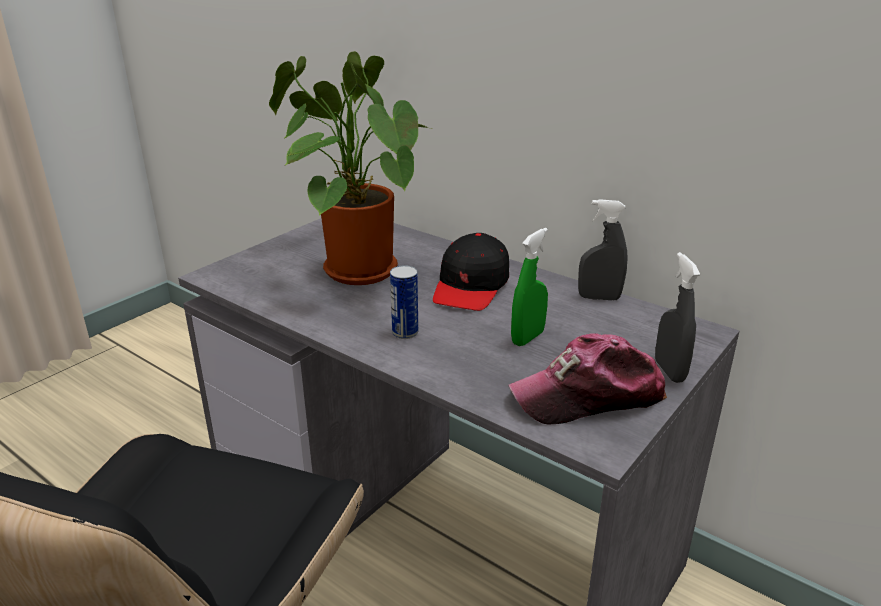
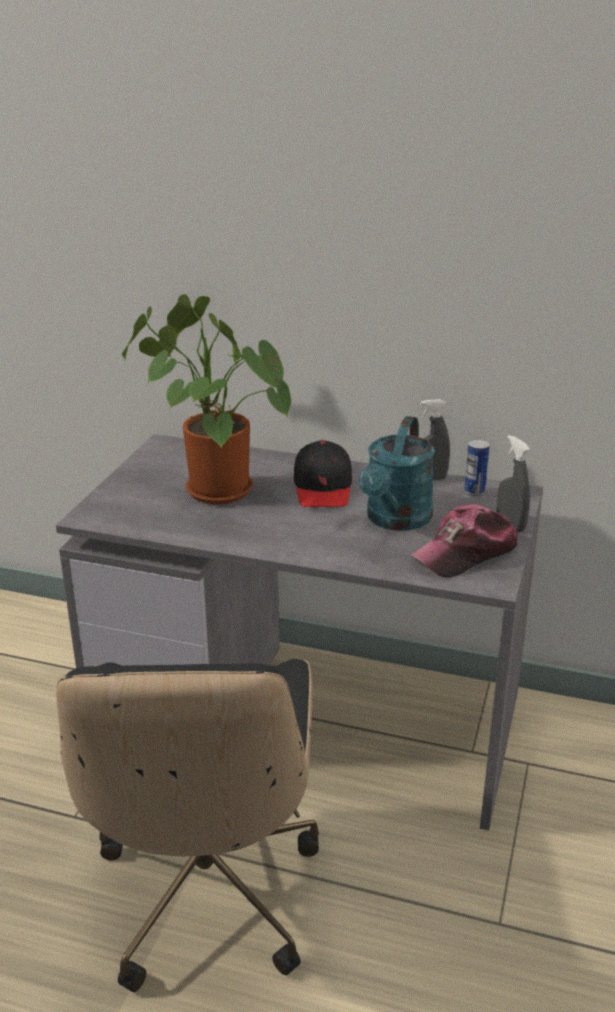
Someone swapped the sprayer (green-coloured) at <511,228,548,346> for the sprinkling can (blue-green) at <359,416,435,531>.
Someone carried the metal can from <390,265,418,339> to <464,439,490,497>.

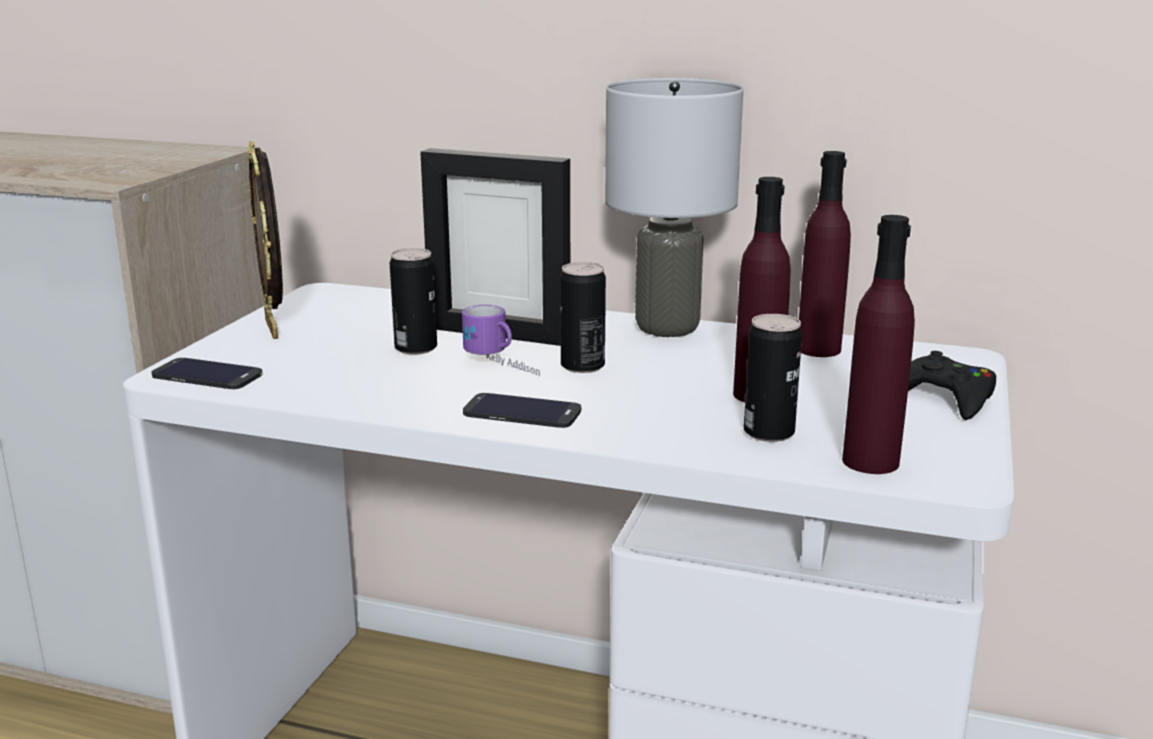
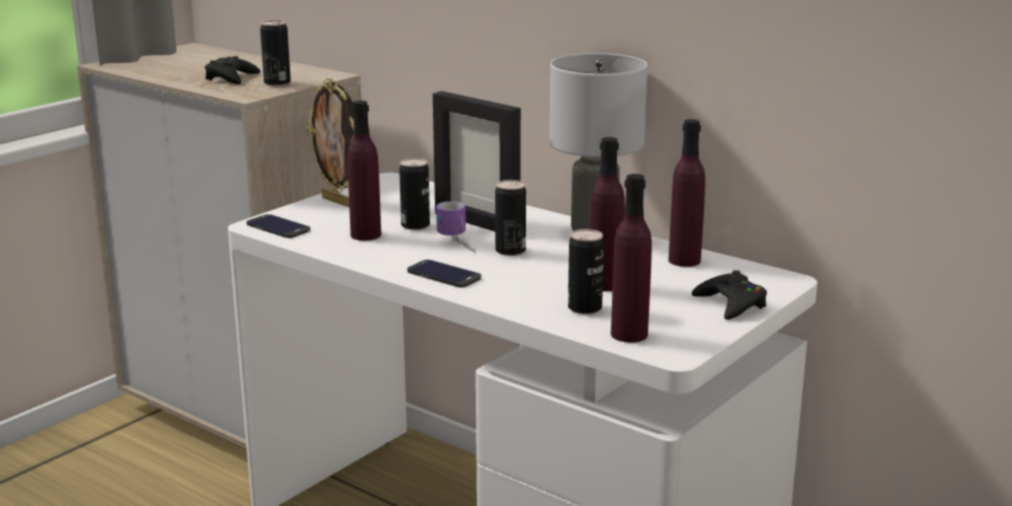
Someone put down the joypad (blackish) at <205,56,261,84>.
Someone put down the metal can at <260,20,291,86>.
Someone rotated the standing frame at <248,141,283,339> by 45 degrees counterclockwise.
Someone put down the bottle (purple) at <347,101,381,241>.

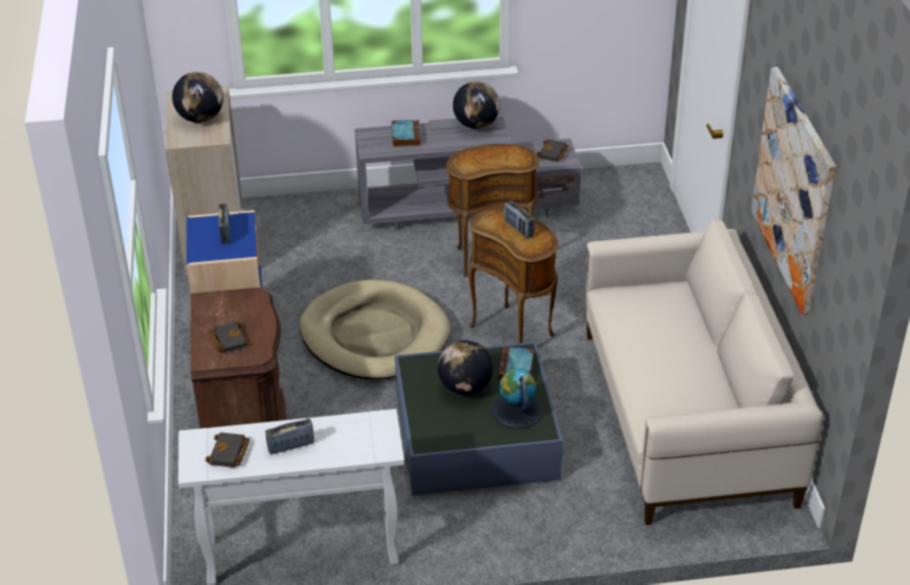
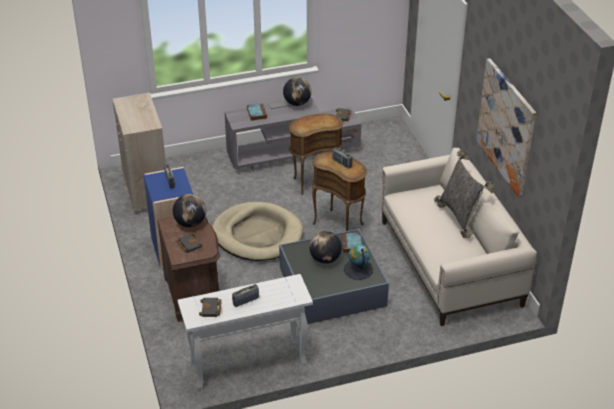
Someone carried the world globe from <172,72,223,123> to <173,194,206,227>.
Someone put down the cushion at <434,150,494,238>.

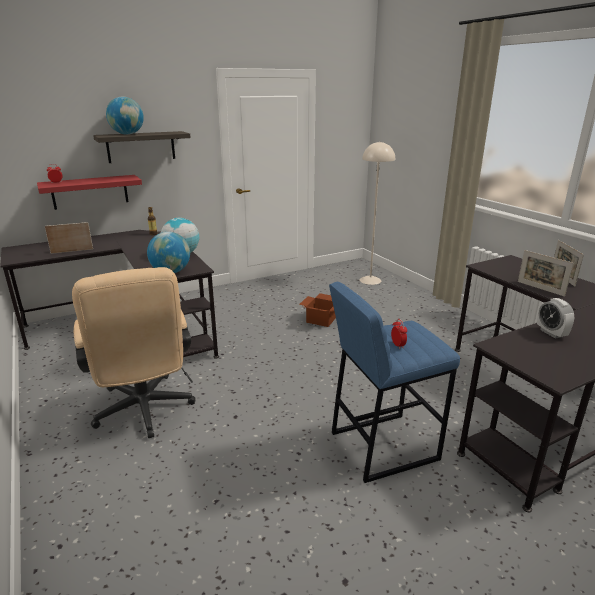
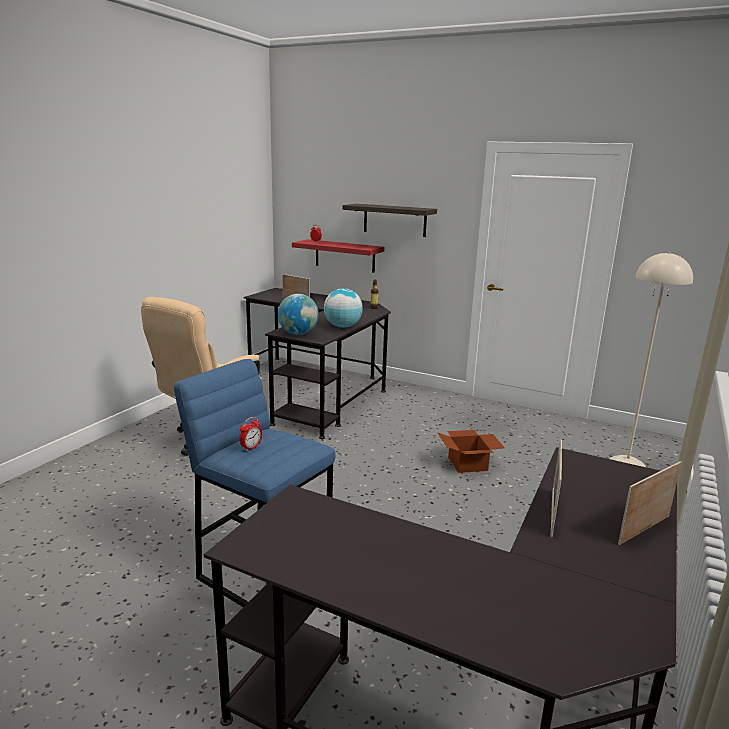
Someone took away the world globe at <106,96,144,135>.
Someone took away the table clock at <537,298,574,339>.

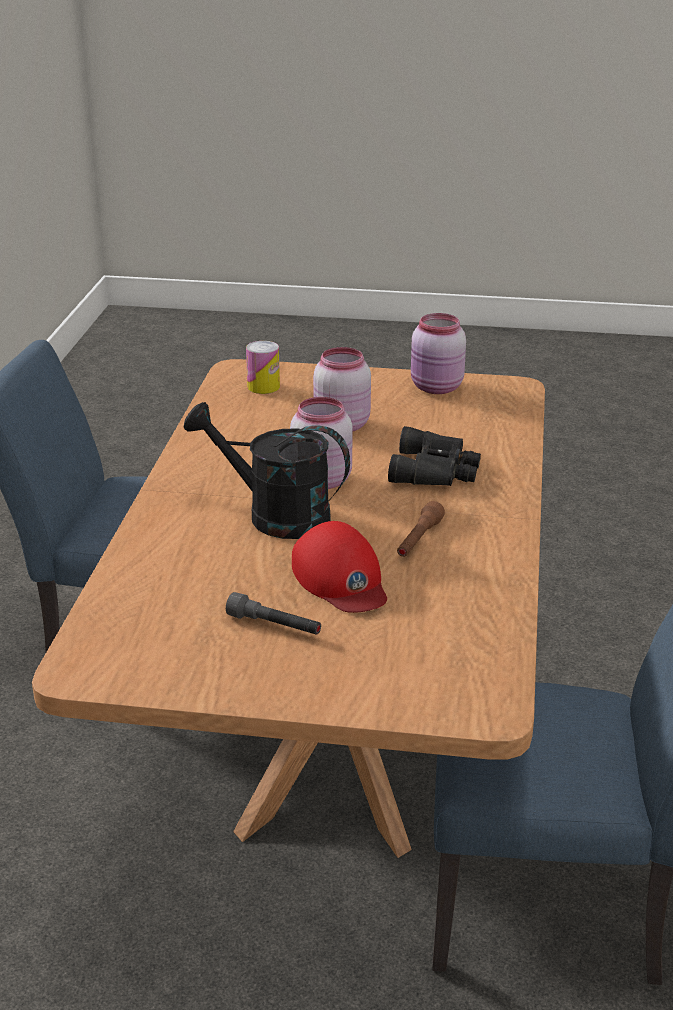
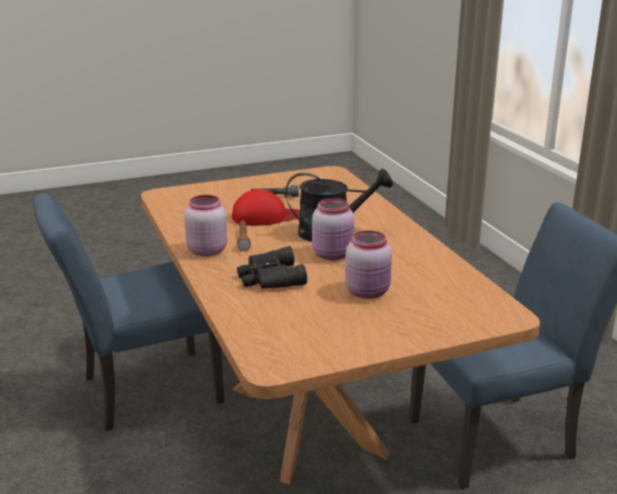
Someone carried the preserve jar (pink-coloured) from <411,313,466,394> to <184,195,227,257>.
Someone rotated the baseball cap (red) at <292,521,387,613> by 135 degrees clockwise.
Someone took away the metal can at <246,341,280,394>.

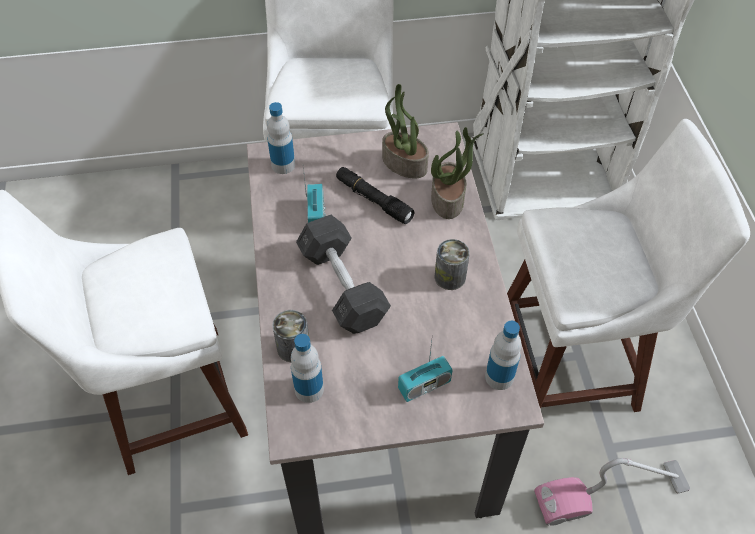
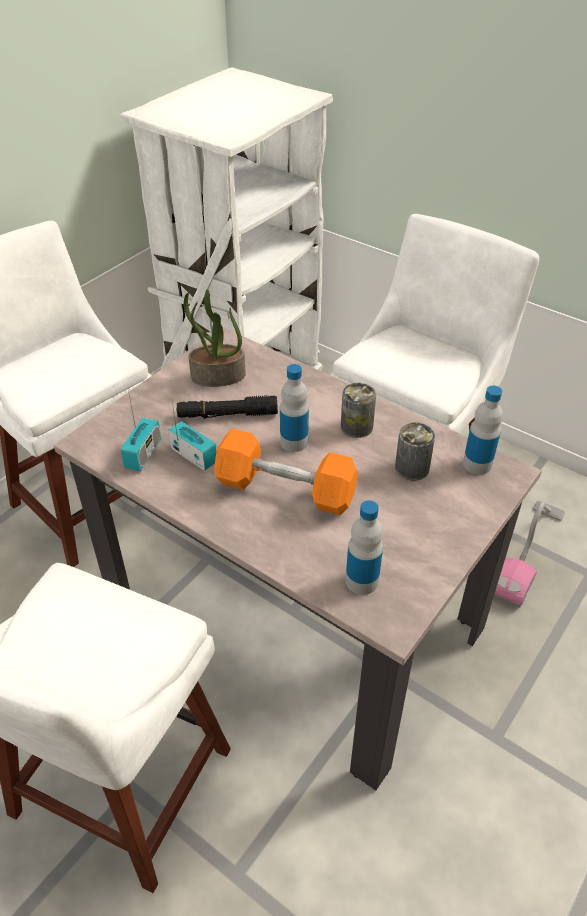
Someone carried the radio set from <398,334,453,402> to <121,390,161,471>.
Someone repainted the dumbbell (grey) at <296,215,391,334>, which became the dumbbell (orange) at <214,428,358,515>.
Someone carried the bottle from <267,102,295,174> to <280,364,309,452>.
Someone carried the metal can from <272,310,309,362> to <395,422,435,480>.
Someone took away the potted plant at <431,127,484,219>.

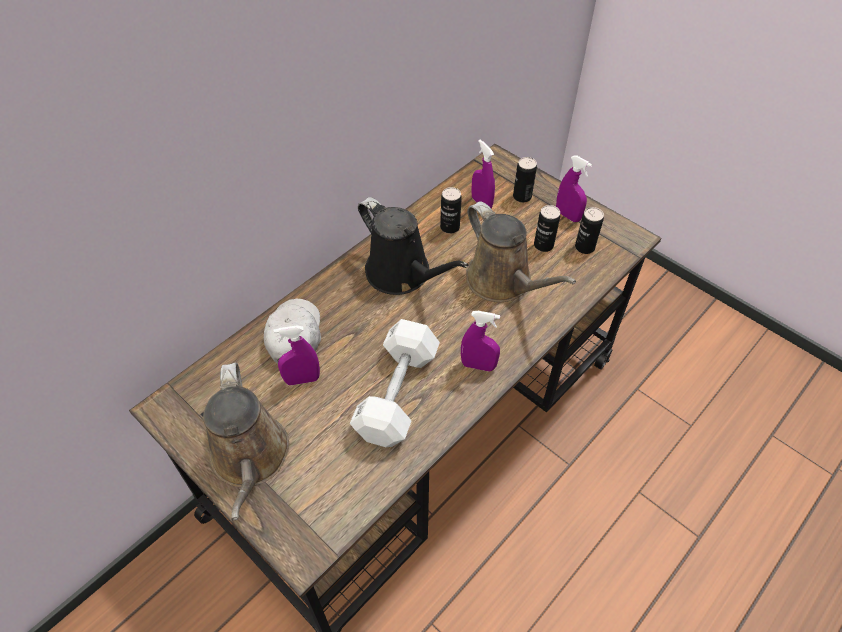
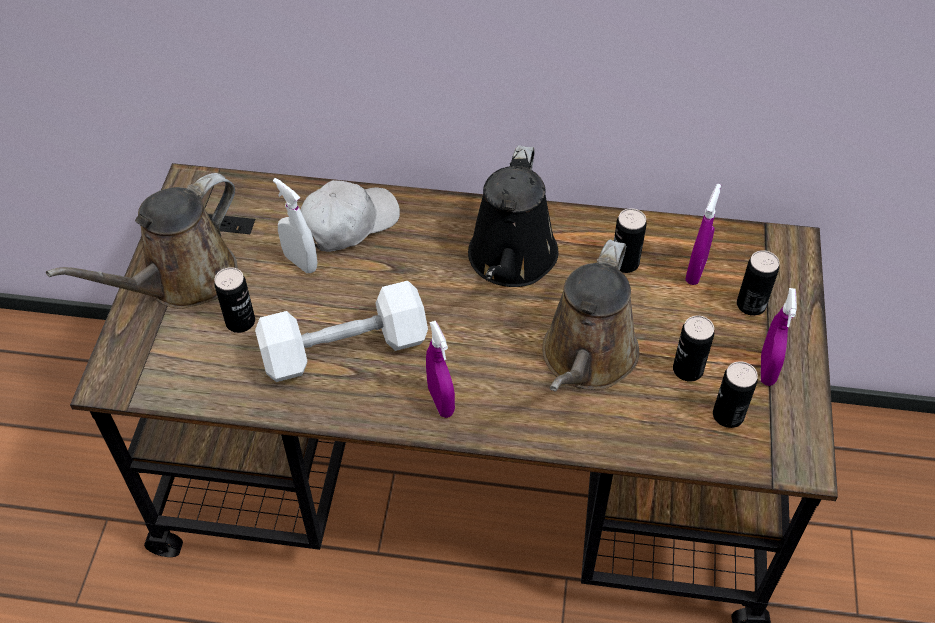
Someone put down the metal can at <214,267,255,333>.
Someone repainted the sprayer (purple) at <274,326,320,385>, which became the sprayer (white) at <273,178,318,273>.

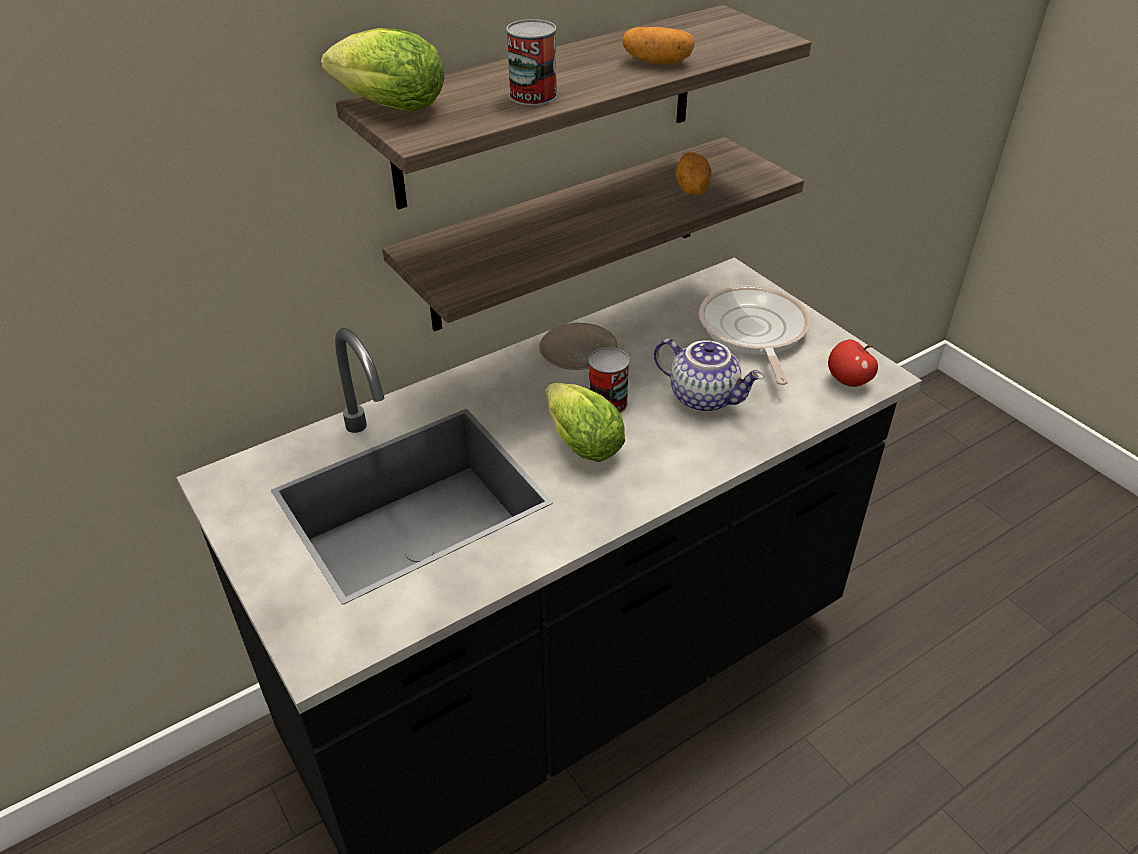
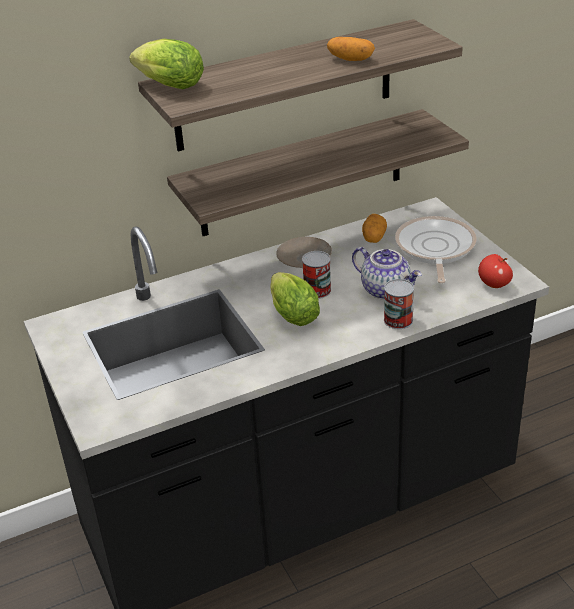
Someone carried the spud from <676,152,712,195> to <362,214,387,243>.
Someone carried the metal can from <506,19,557,106> to <384,279,414,329>.

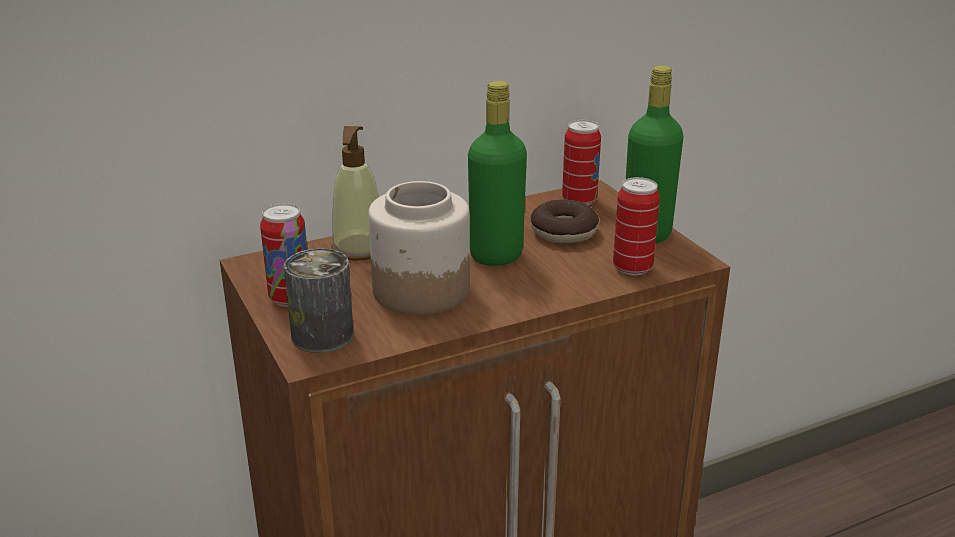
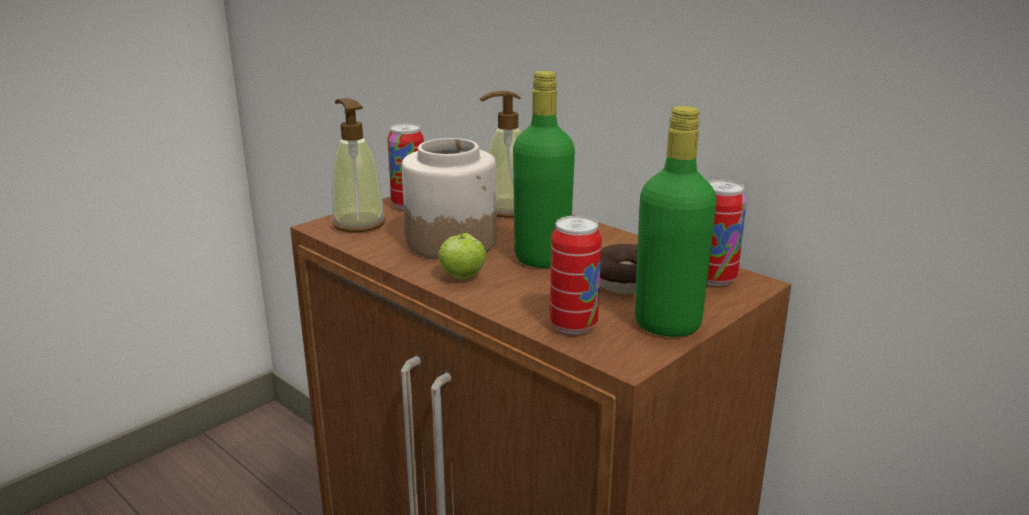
Someone swapped the metal can at <284,248,354,353> for the soap dispenser at <332,98,386,233>.
Someone put down the apple at <439,229,486,280>.

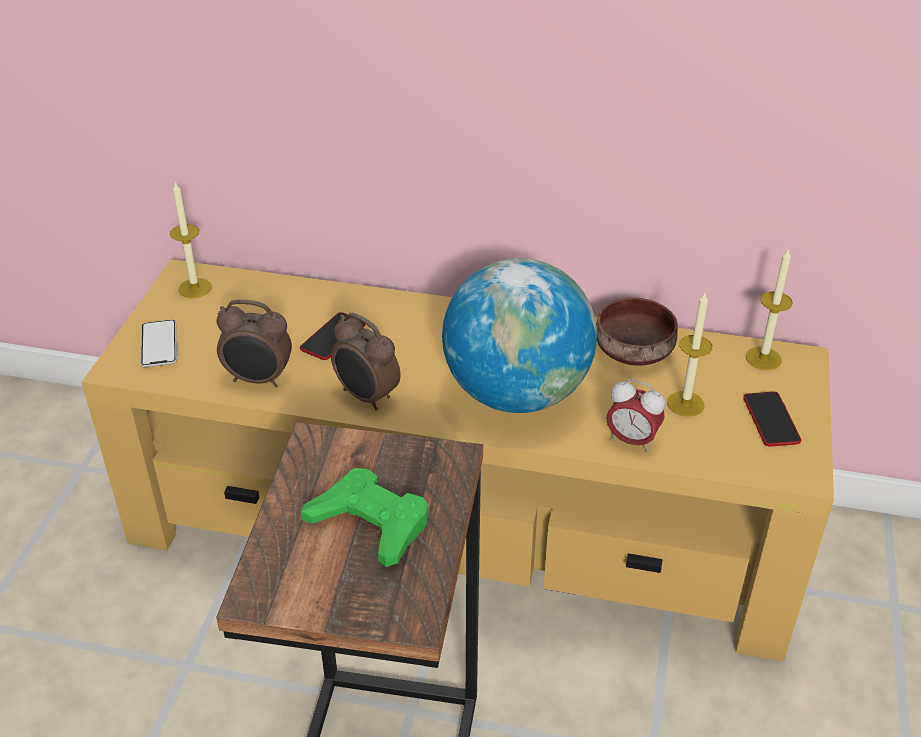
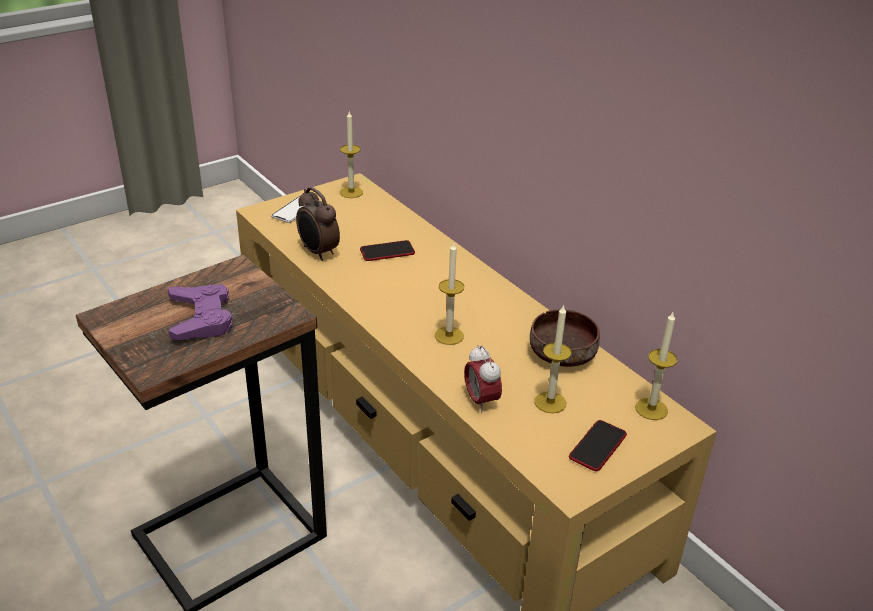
Someone repainted the joypad (green-coloured) at <301,468,428,567>, which became the joypad (purple) at <168,284,232,340>.
Someone swapped the world globe at <442,258,597,413> for the candle at <435,242,464,345>.
Someone took away the table clock at <331,313,401,411>.

